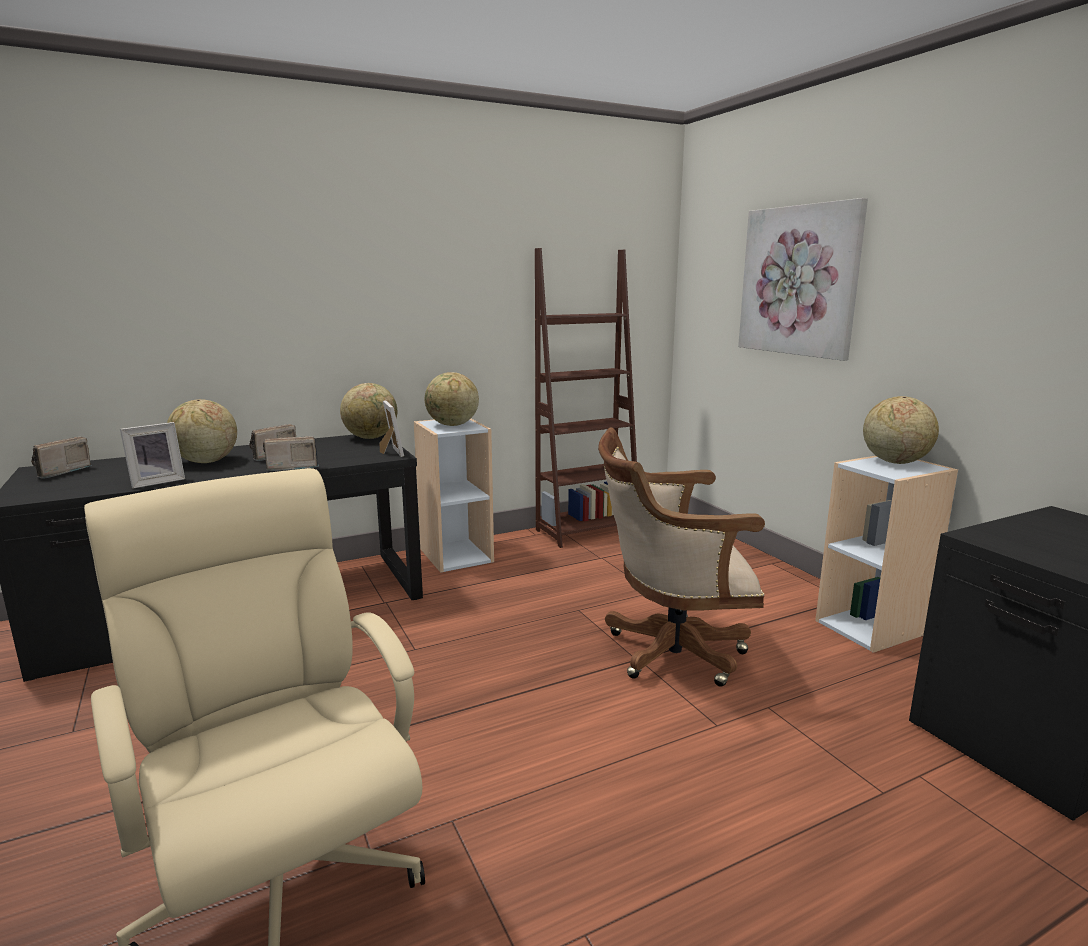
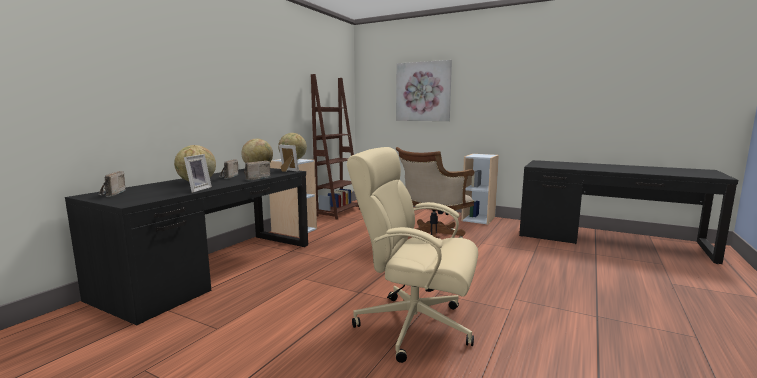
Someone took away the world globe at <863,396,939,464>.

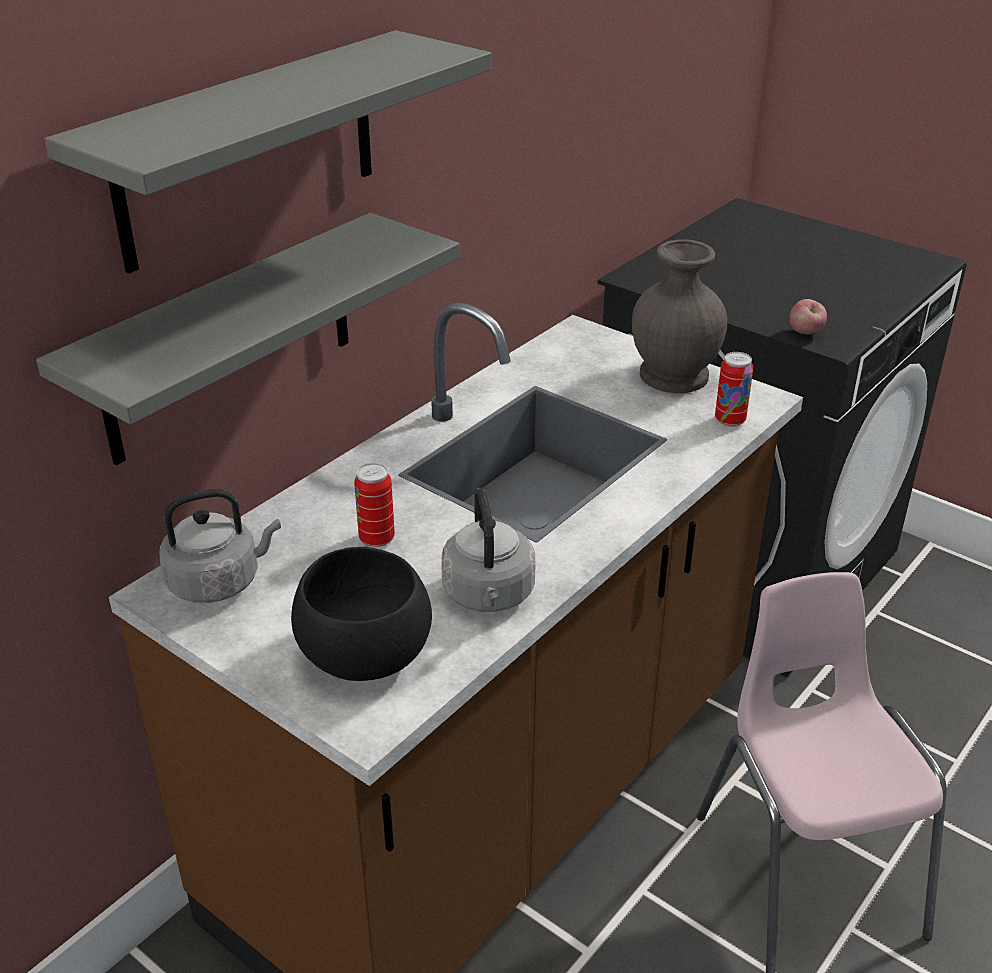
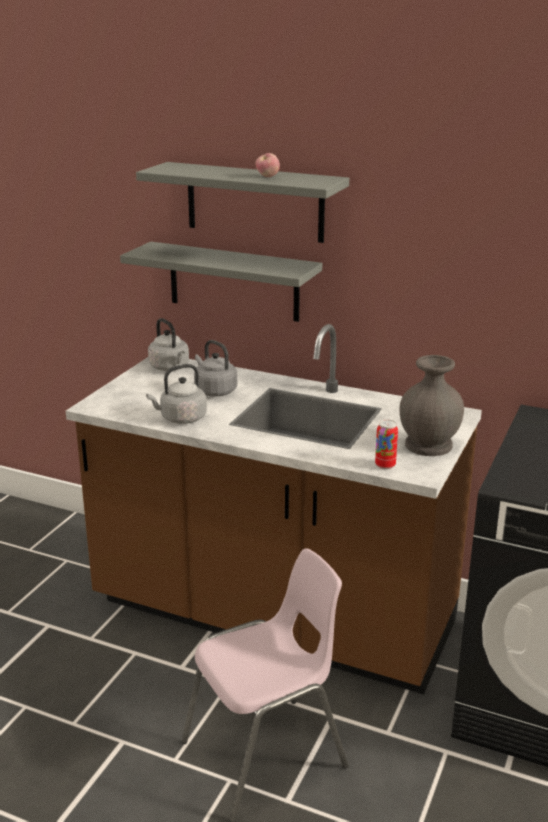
Someone swapped the metal can at <354,463,395,547> for the water kettle (grey) at <194,340,237,397>.
Someone carried the apple from <790,299,827,334> to <256,153,280,177>.
Someone took away the bowl (blackish) at <291,547,432,681>.

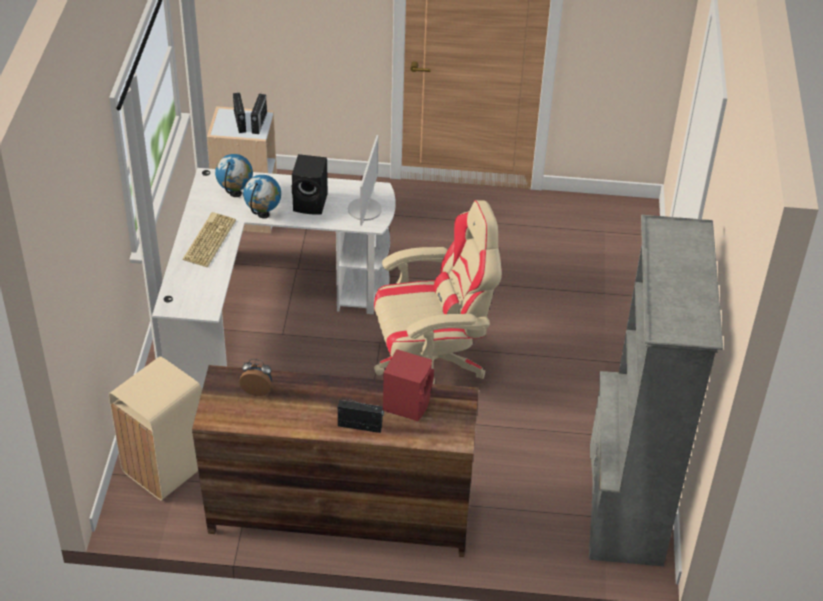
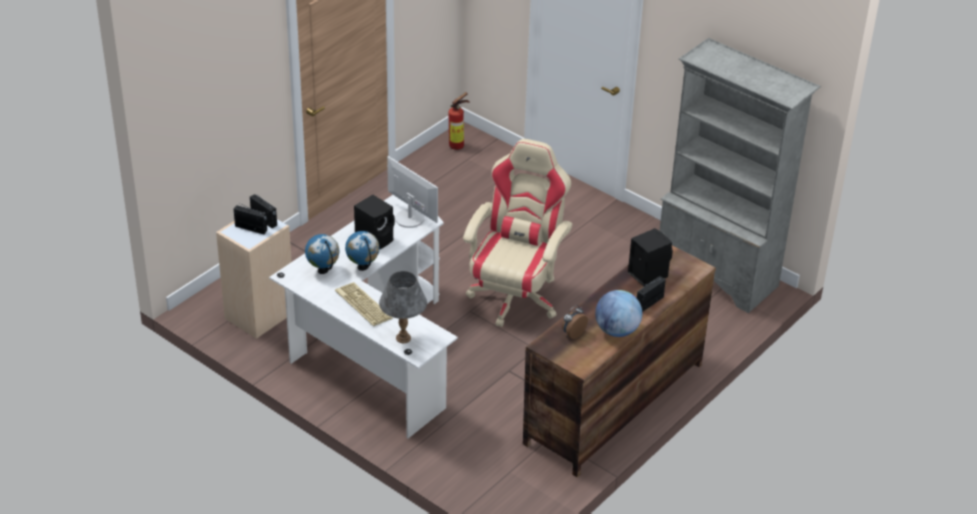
Someone put down the table lamp (grey) at <379,271,427,343>.
Someone put down the extinguisher at <448,92,470,150>.
Someone put down the world globe at <595,290,642,337>.
Someone repainted the audio speaker (red) at <383,349,434,421>, which became the audio speaker (blackish) at <628,228,673,287>.
Someone took away the trash can (beige-coloured) at <109,356,202,500>.

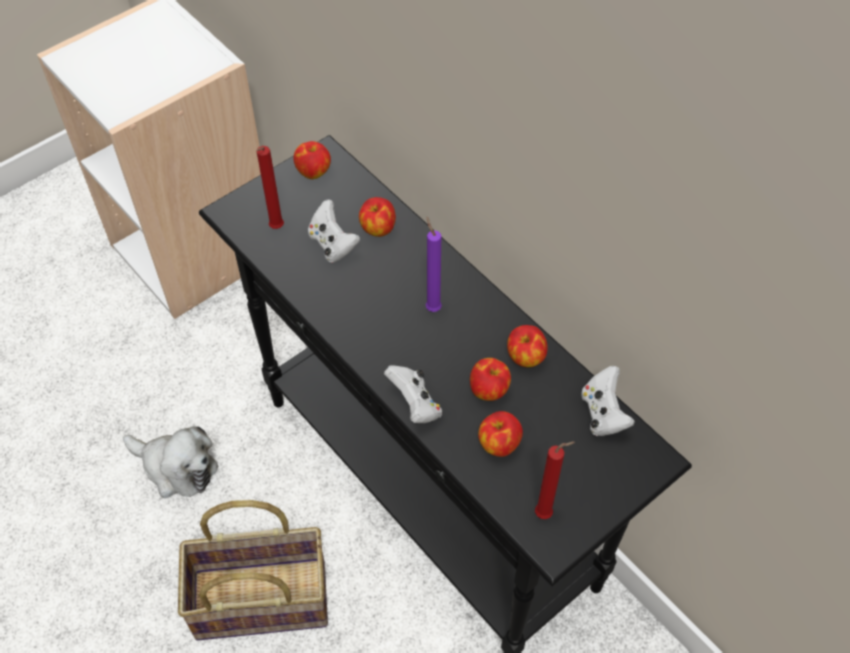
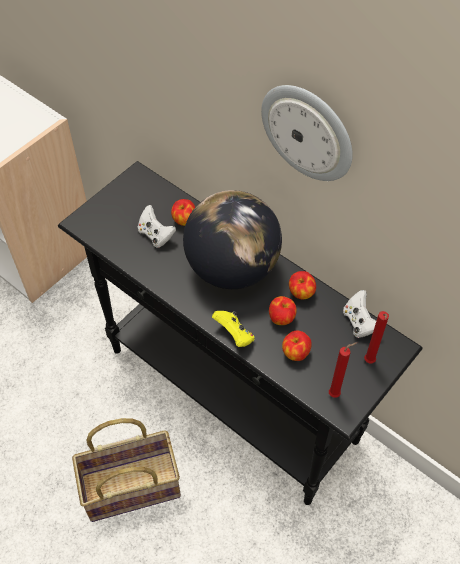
Someone swapped the candle (purple) at <426,217,442,312> for the world globe at <183,190,282,289>.
Someone repainted the joypad (white) at <384,365,442,423>, which became the joypad (yellowish) at <212,311,255,347>.
Someone put up the clock on the wall at <261,85,353,181>.
Someone carried the candle (red) from <256,146,284,229> to <364,311,389,364>.
Someone took away the soft toy at <123,426,219,498>.
Someone took away the apple at <293,141,331,179>.

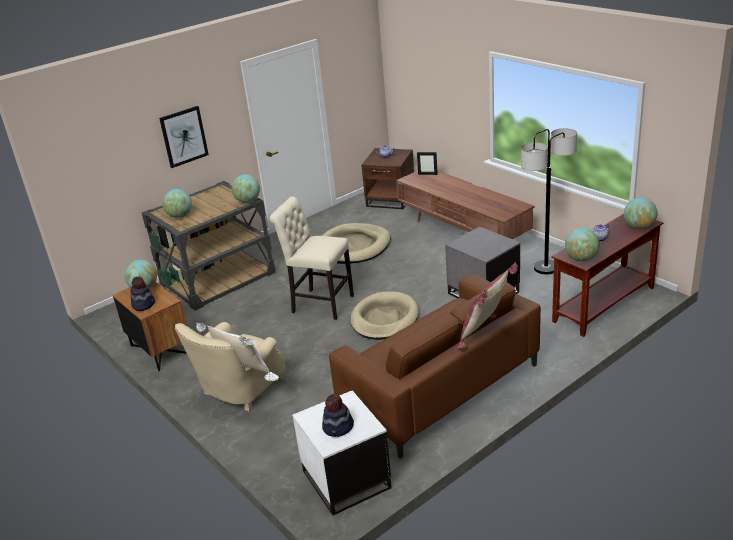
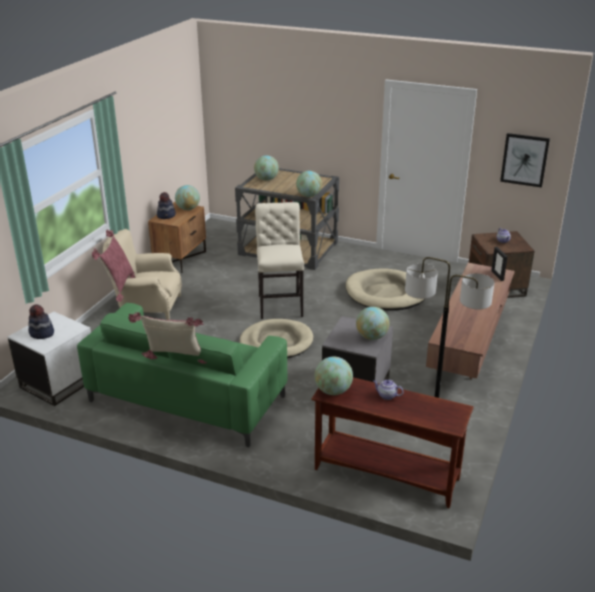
Someone repainted the sofa (brown) at <329,274,541,459>, which became the sofa (green-coloured) at <77,303,287,447>.
Someone repainted the cushion (white) at <196,322,279,381>, which became the cushion (red) at <92,230,136,302>.
Someone carried the world globe from <624,197,658,229> to <356,307,390,340>.
Someone carried the wall art from <159,106,209,168> to <500,133,550,188>.

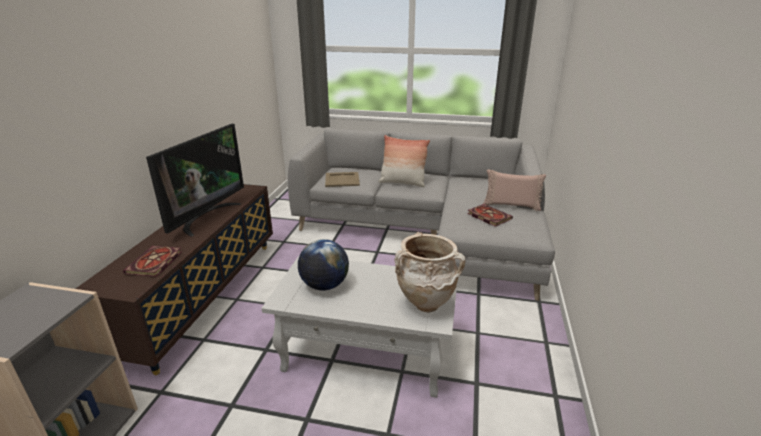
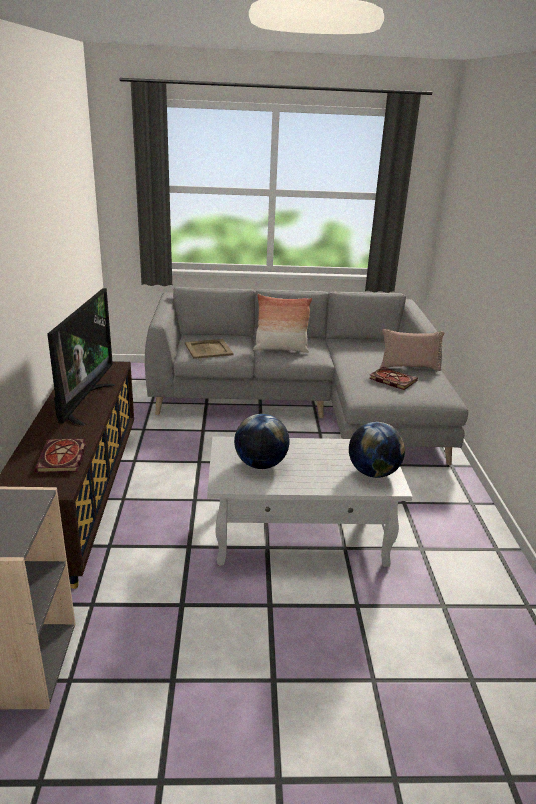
Someone swapped the flower vase (beige-coloured) at <395,232,465,312> for the world globe at <349,422,405,478>.

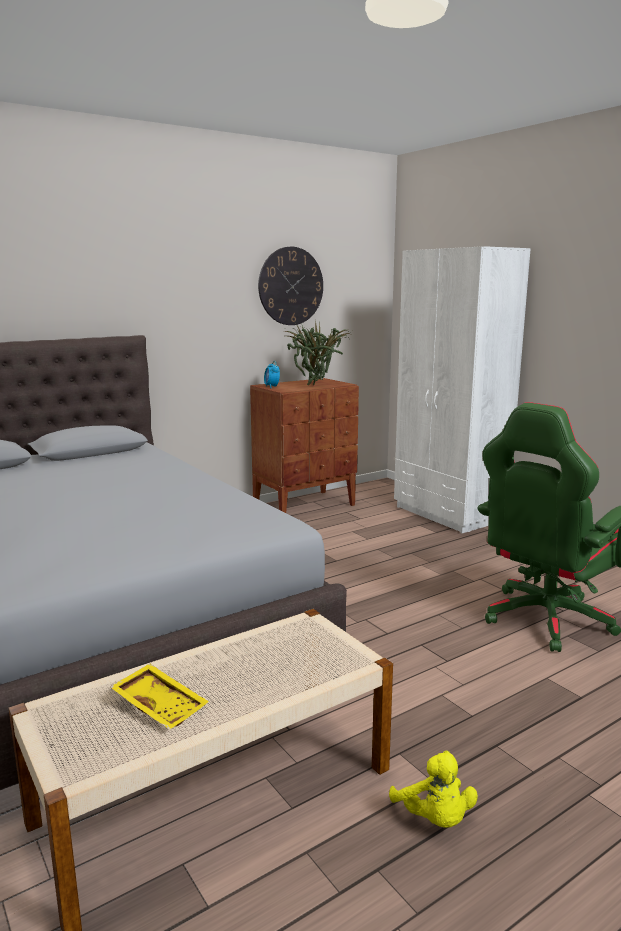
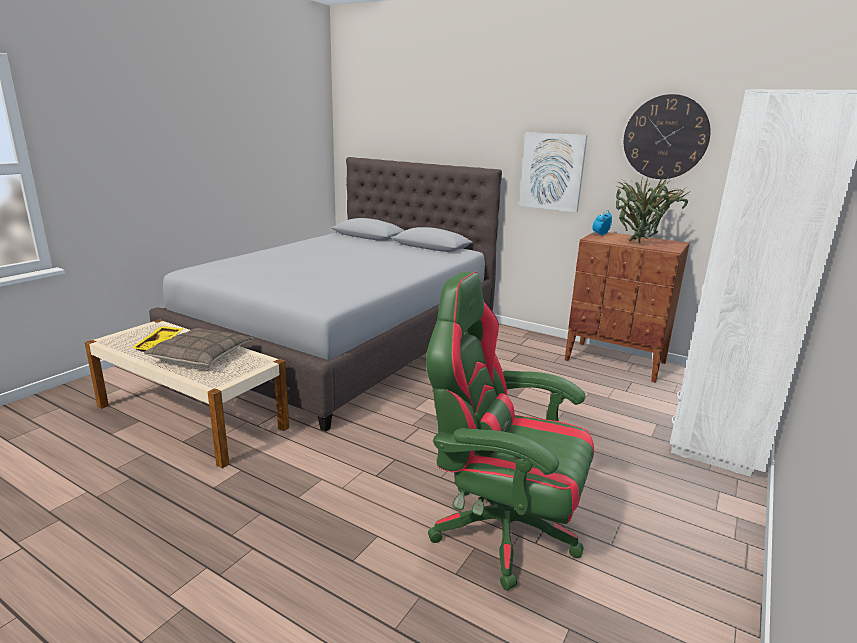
Someone put down the cushion at <144,328,254,367>.
Someone put up the wall art at <519,132,587,212>.
Someone took away the soft toy (yellowish) at <389,751,478,828>.

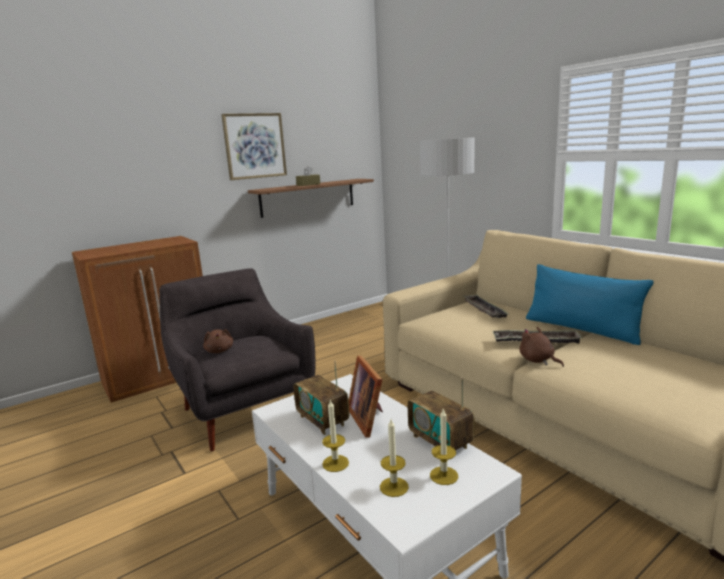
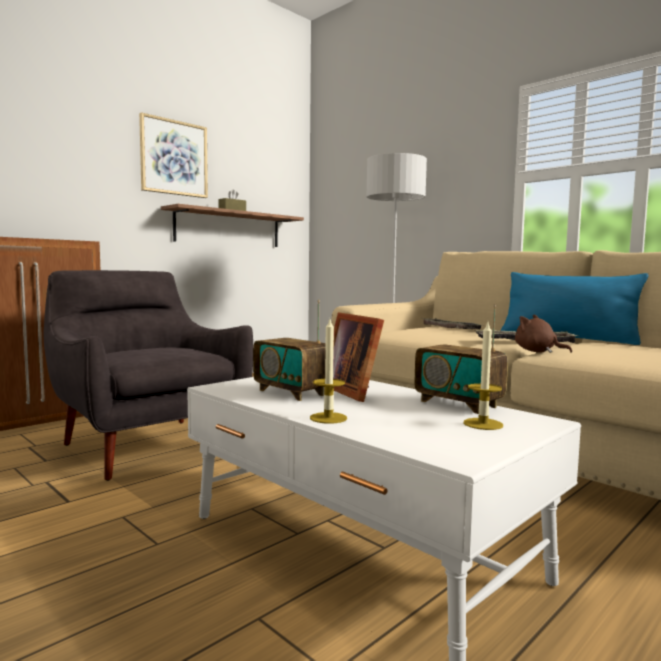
Someone took away the soft toy (brown) at <203,329,233,353>.
Someone took away the candle at <380,419,409,497>.

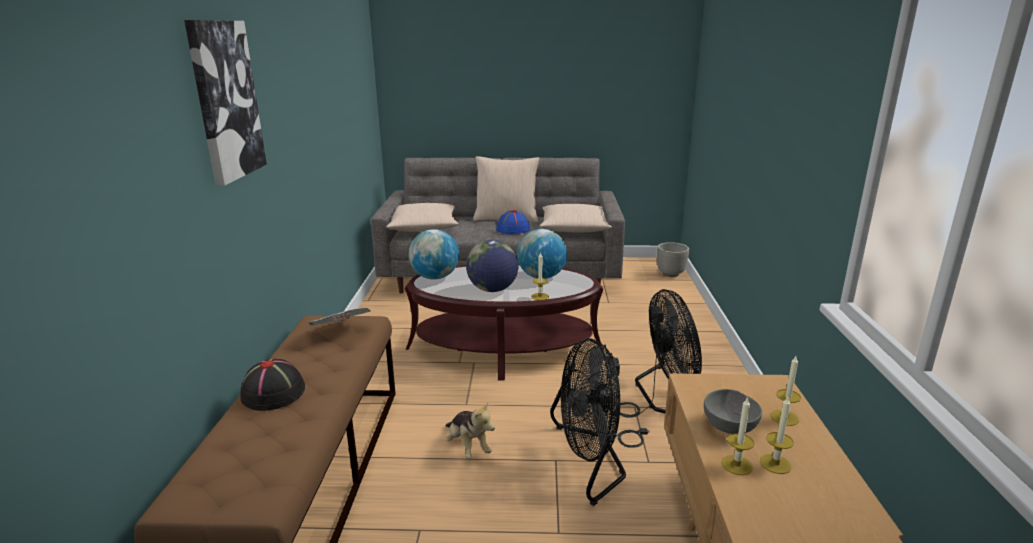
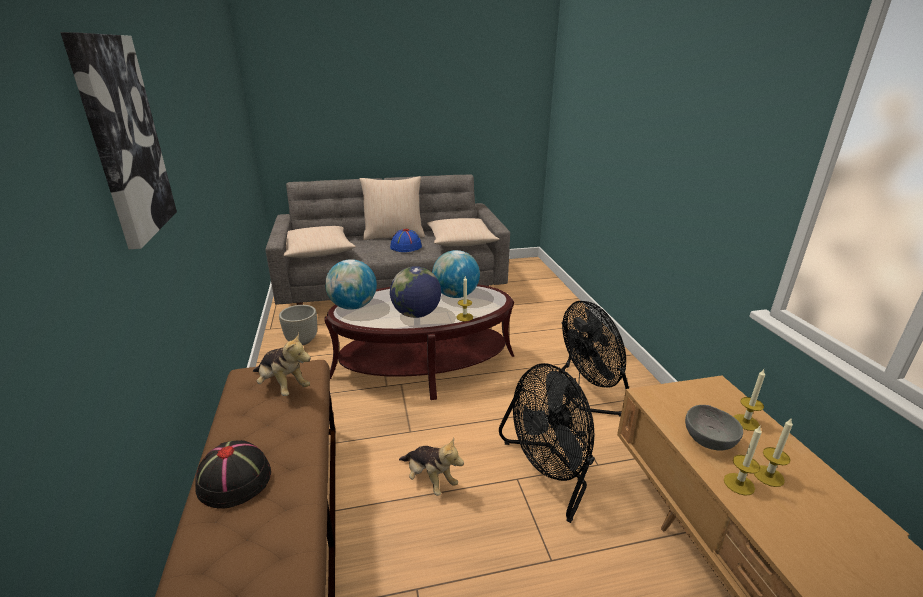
Someone swapped the printed paper at <308,308,370,326> for the soft toy at <253,332,311,396>.
Someone carried the planter (grey) from <657,242,689,277> to <279,305,317,345>.

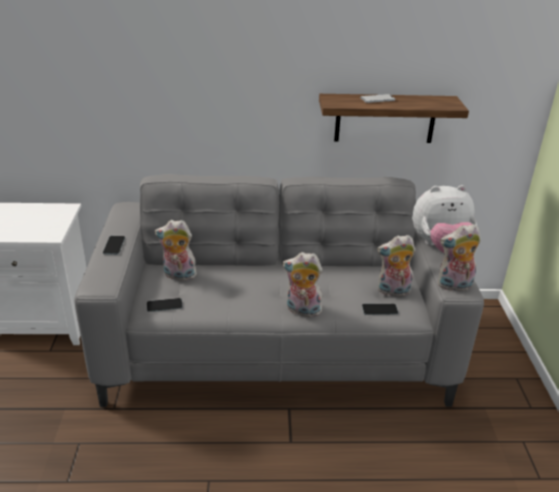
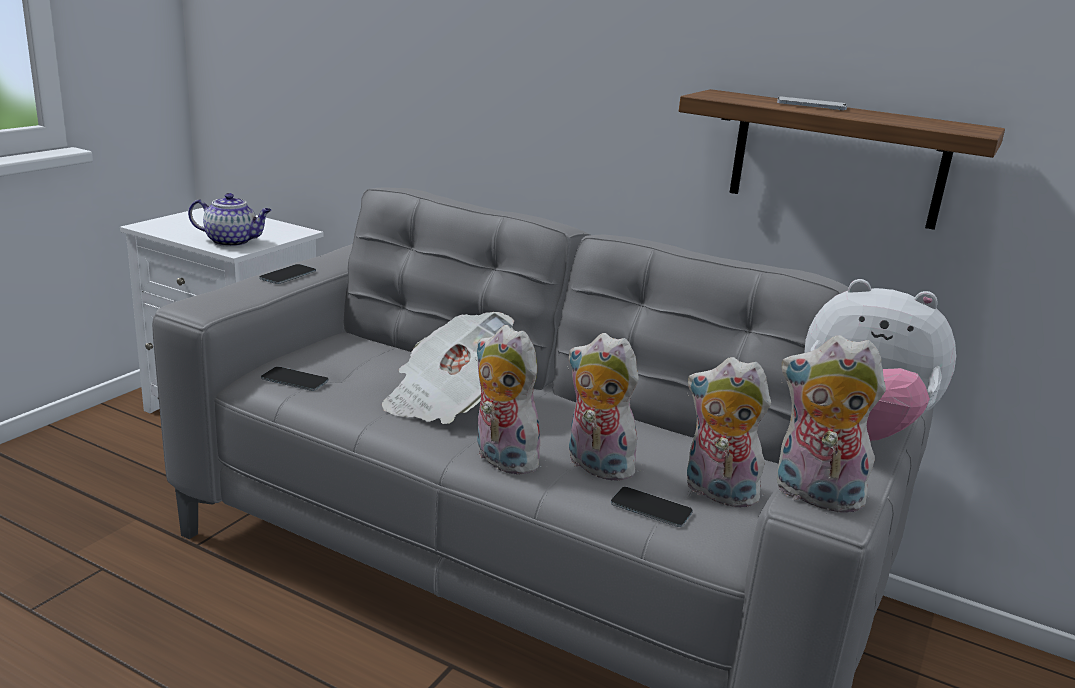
Someone put down the tea pot at <188,193,272,247>.
Someone put down the printed paper at <382,312,514,424>.
Someone carried the soft toy from <155,220,197,283> to <567,333,639,481>.

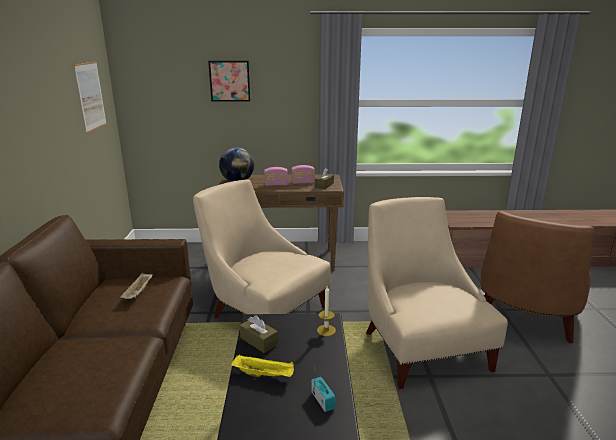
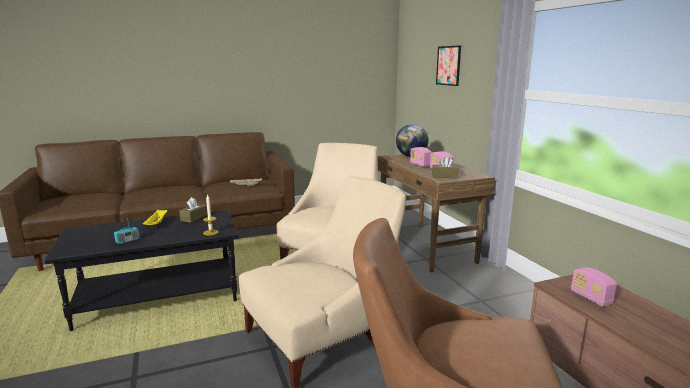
Someone put down the radio set at <571,267,617,307>.
Someone took away the wall art at <74,62,107,133>.

